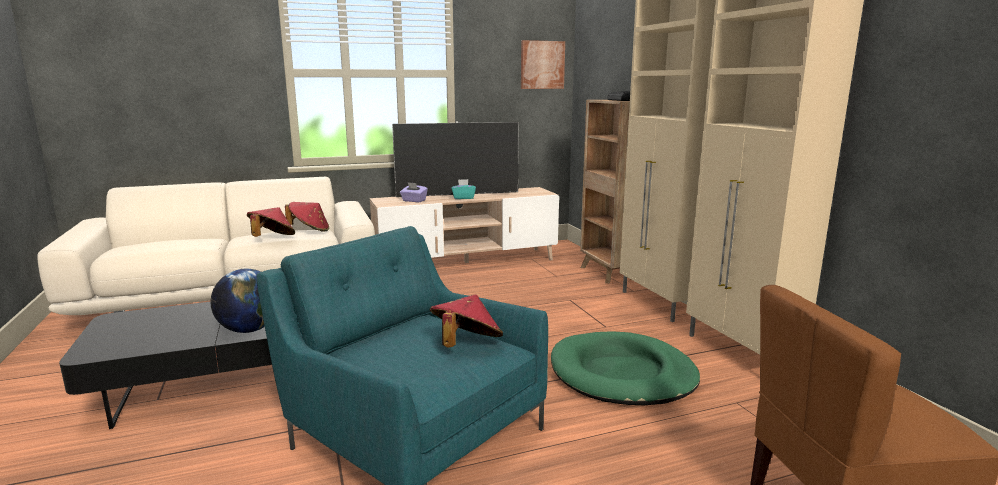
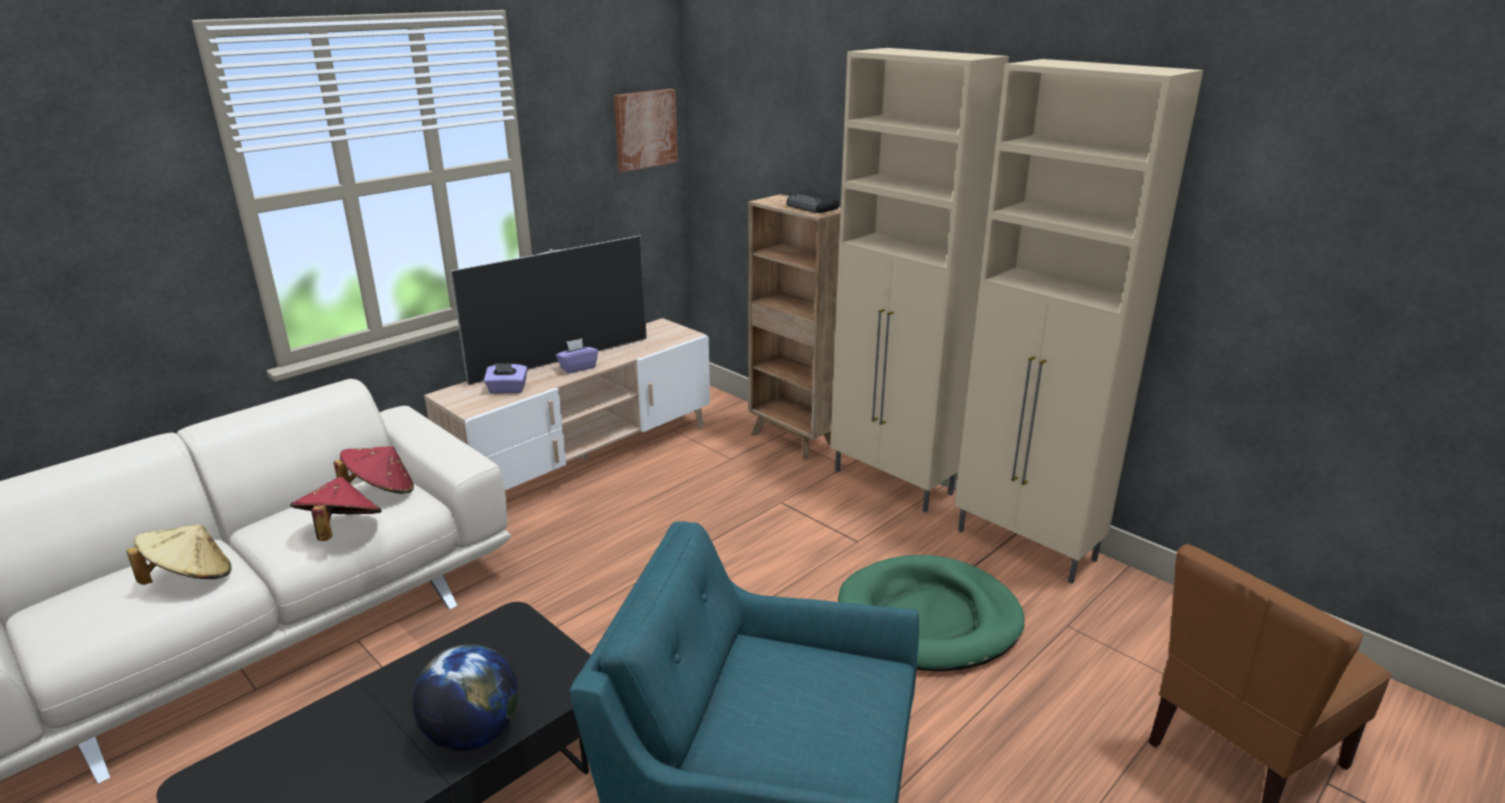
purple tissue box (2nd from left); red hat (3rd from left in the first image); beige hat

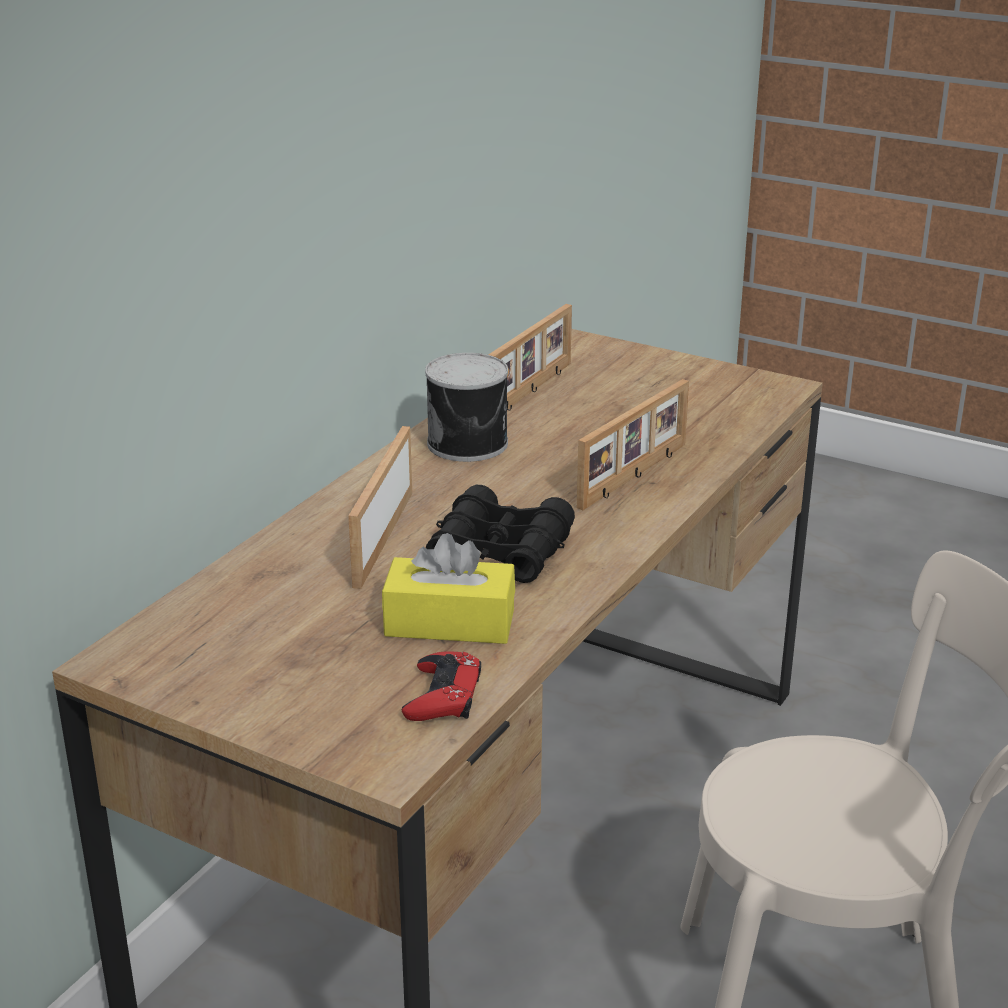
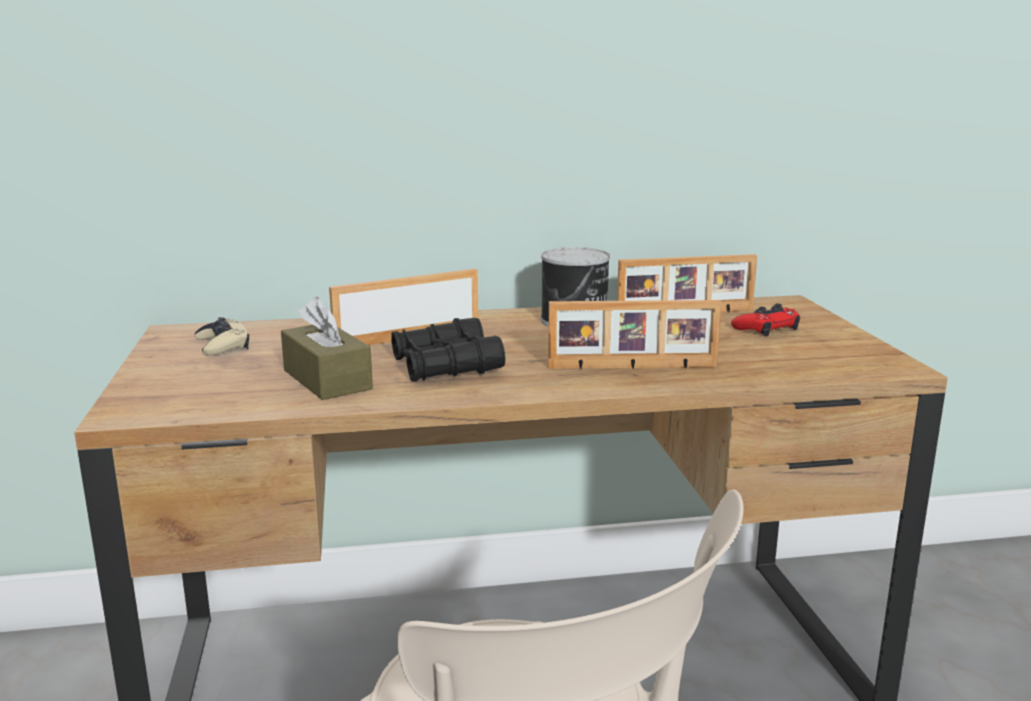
brown tissue box; red game controller; beige game controller

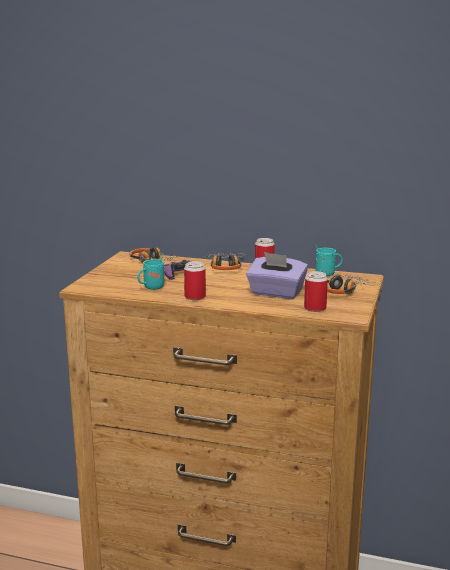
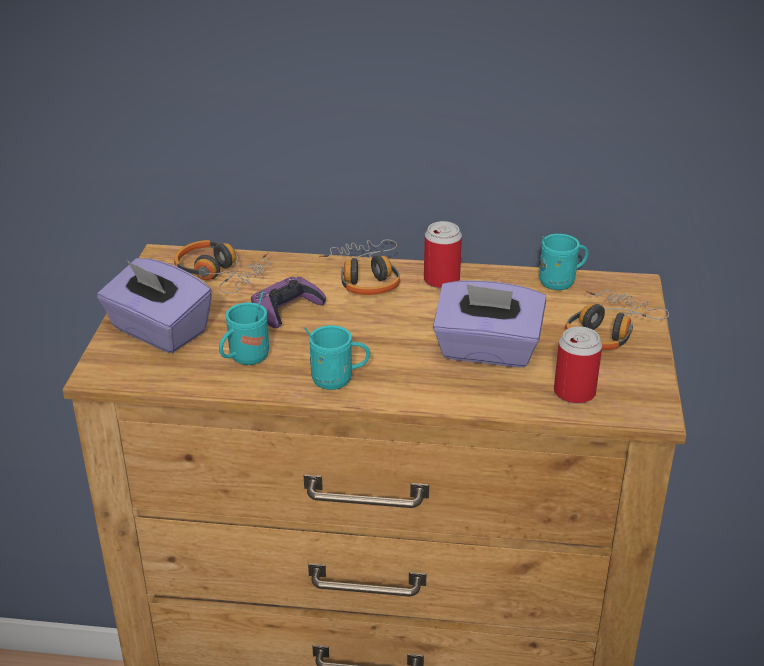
turquoise mug (2nd from left); purple tissue box (1st from left)

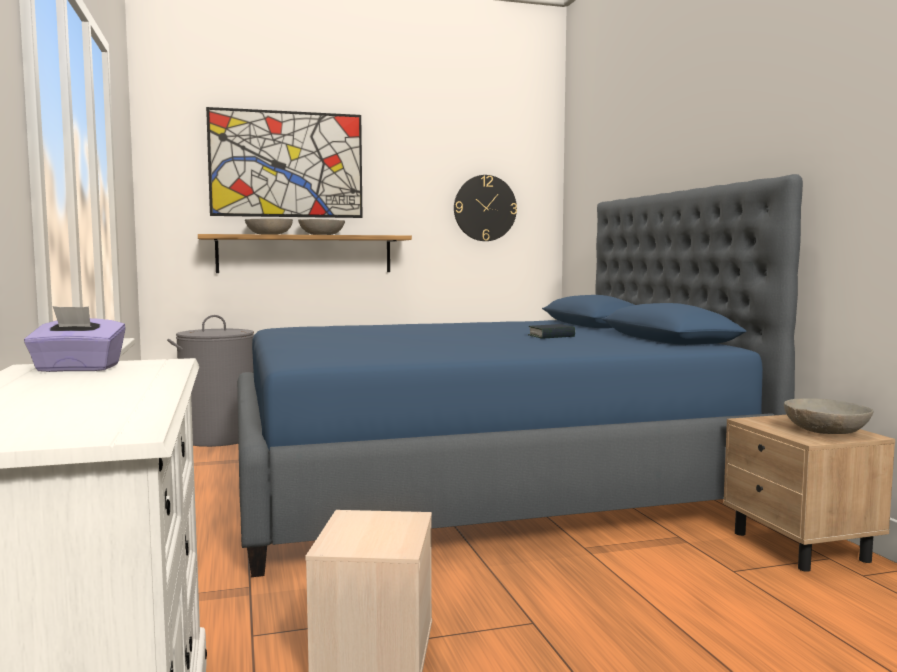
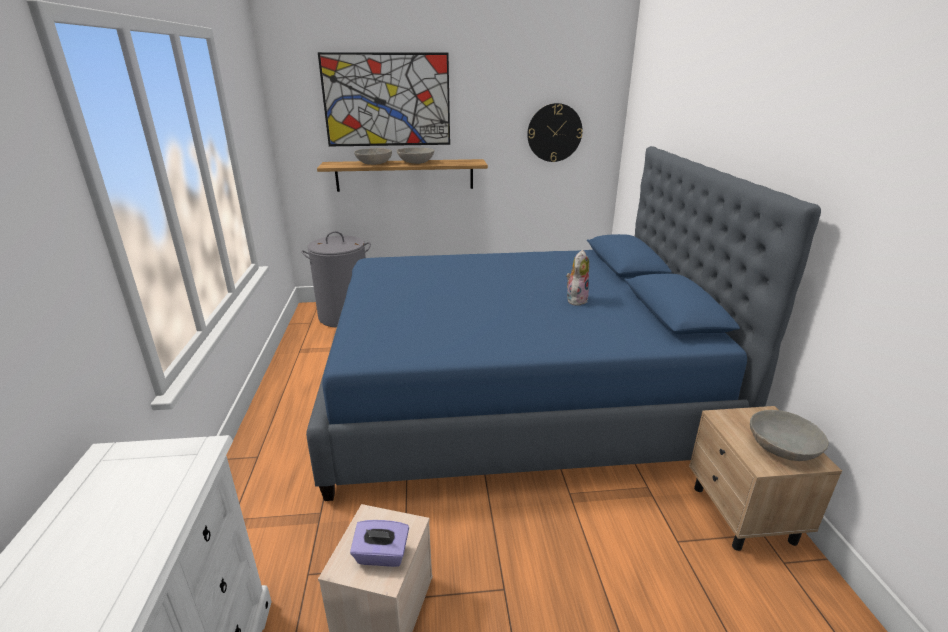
purple tissue box; plush toy

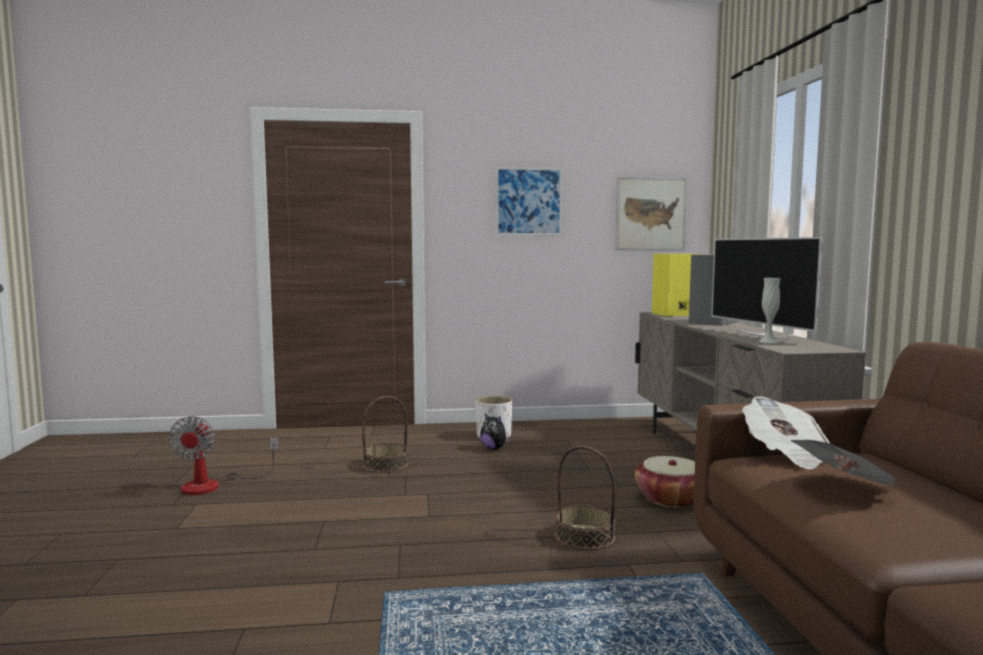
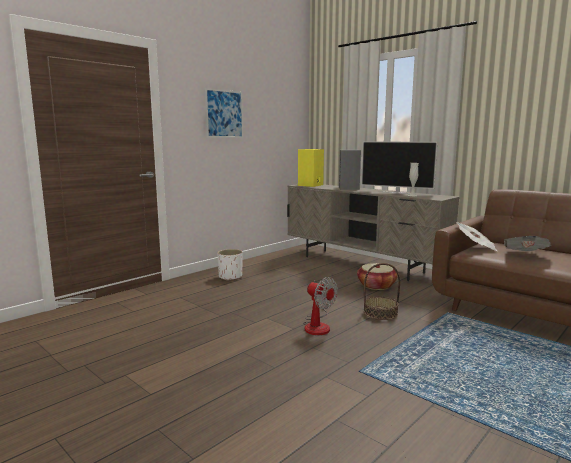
picture (2nd from left in the first image); basket (1st from left in the first image); plush toy; fan

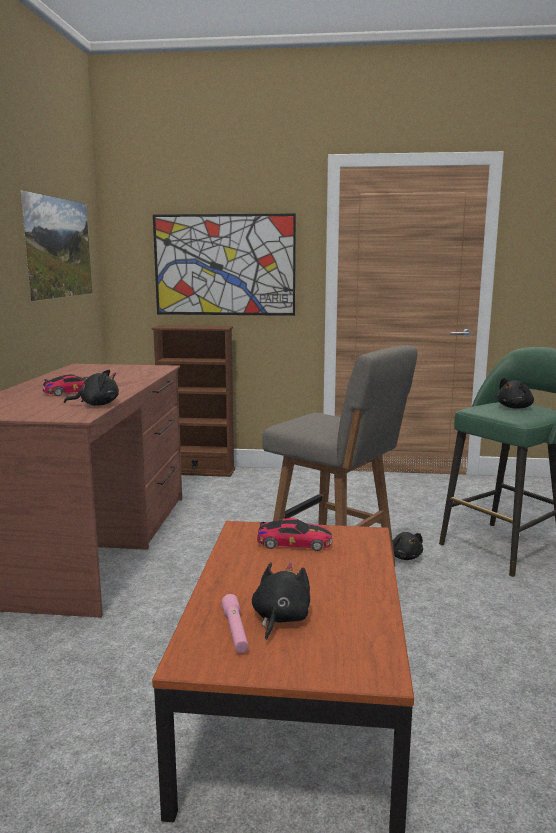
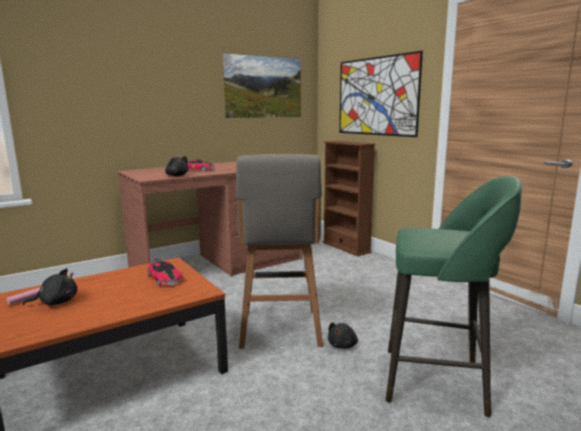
black plush toy (4th from left in the first image)

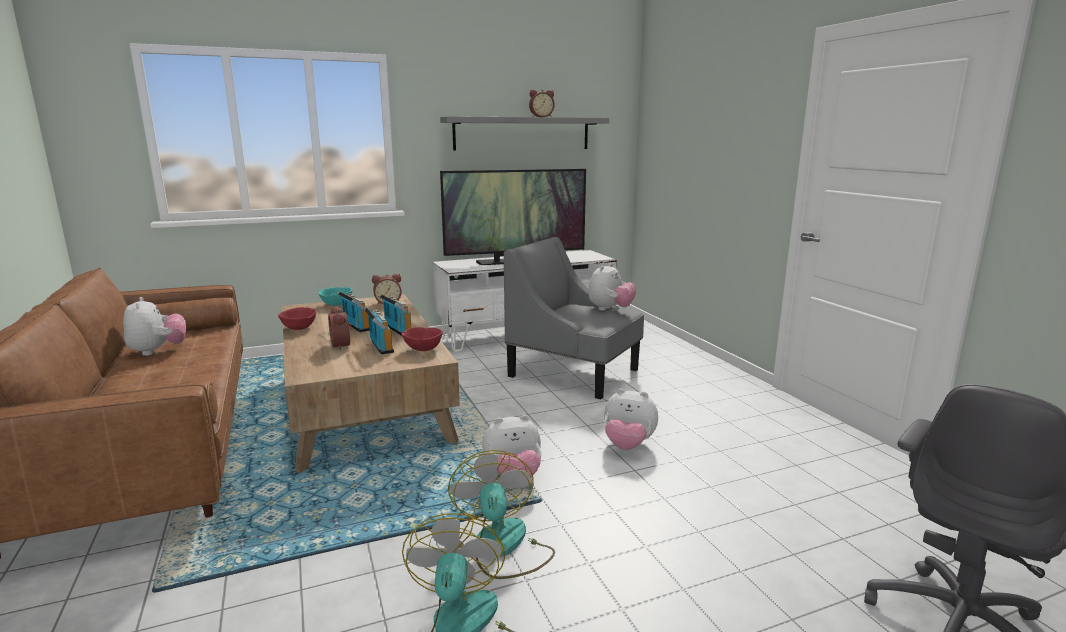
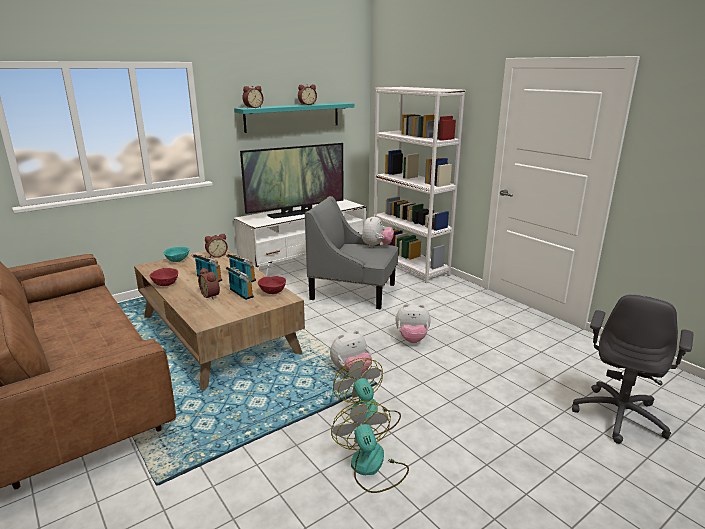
turquoise shelf; plush toy (1st from left in the first image); alarm clock (3rd from left); white bookcase

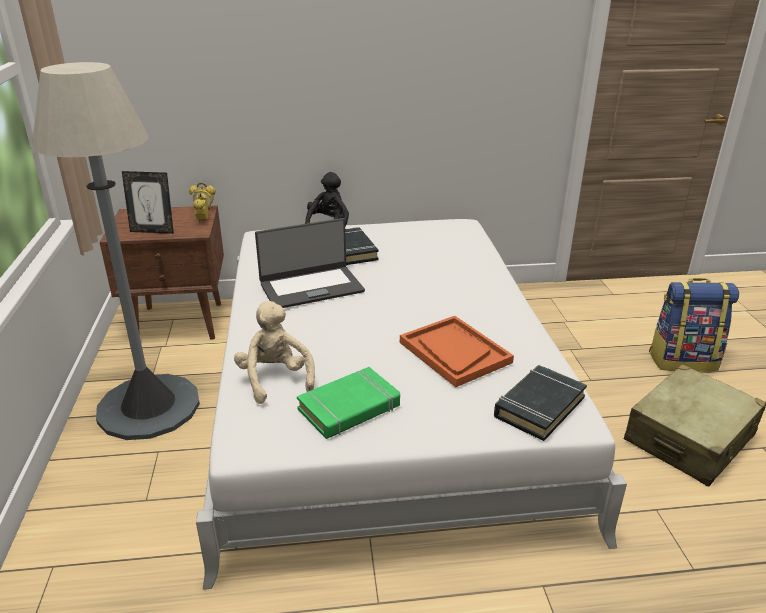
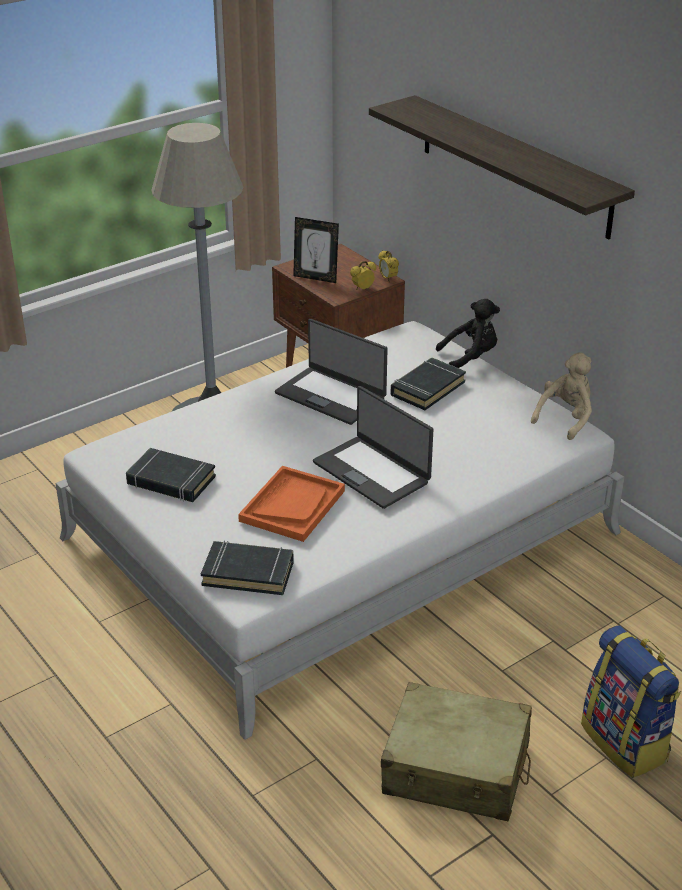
picture frame; beige plush toy; black book (1st from left); shelf; laptop (2nd from left)

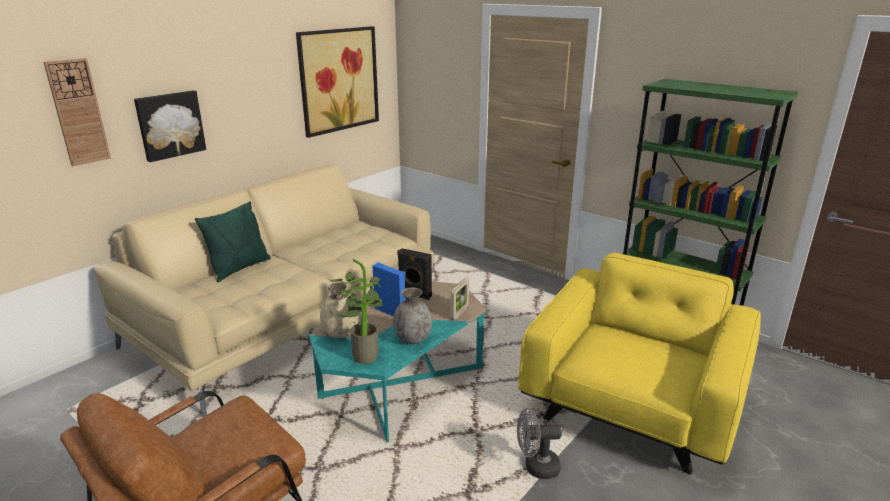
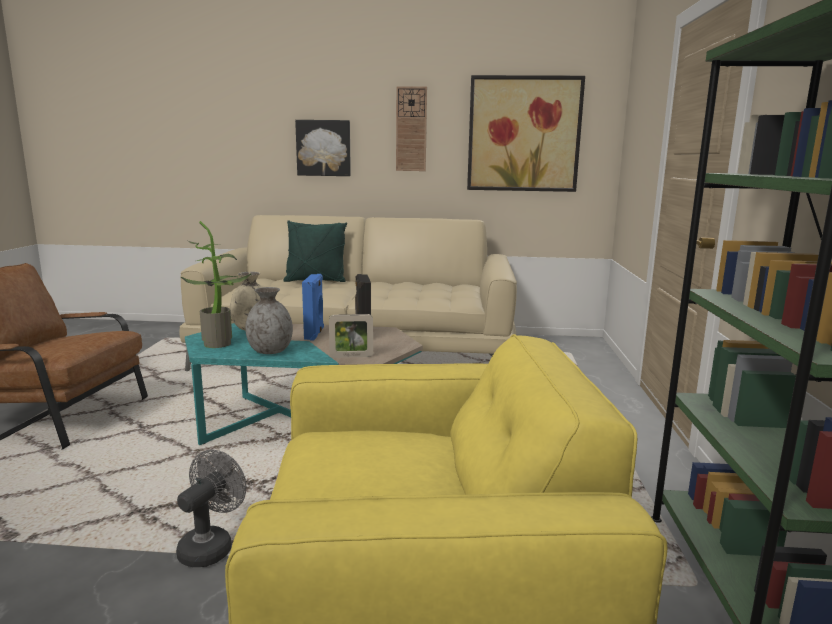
wall clock; grey fan

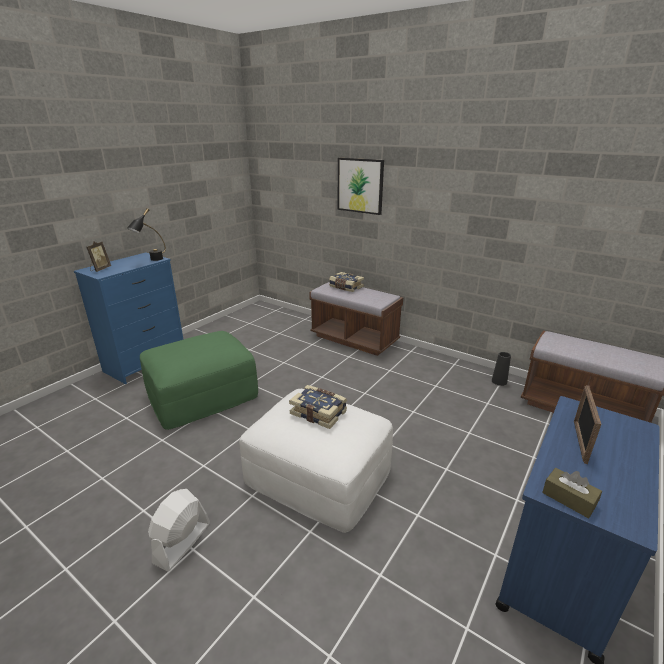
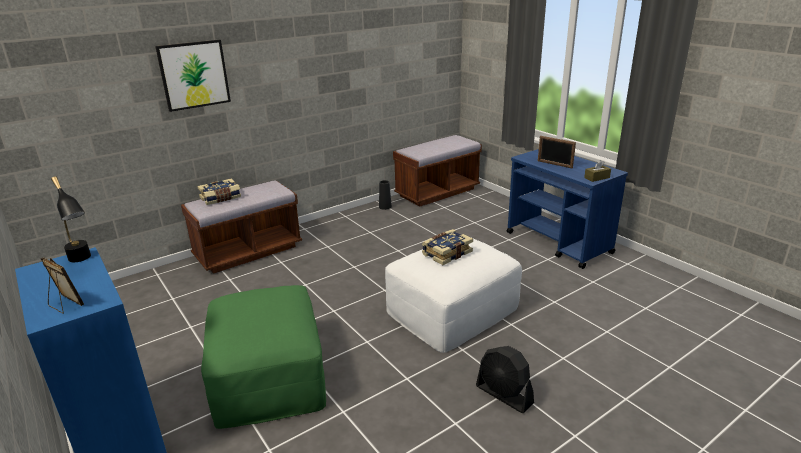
black fan

